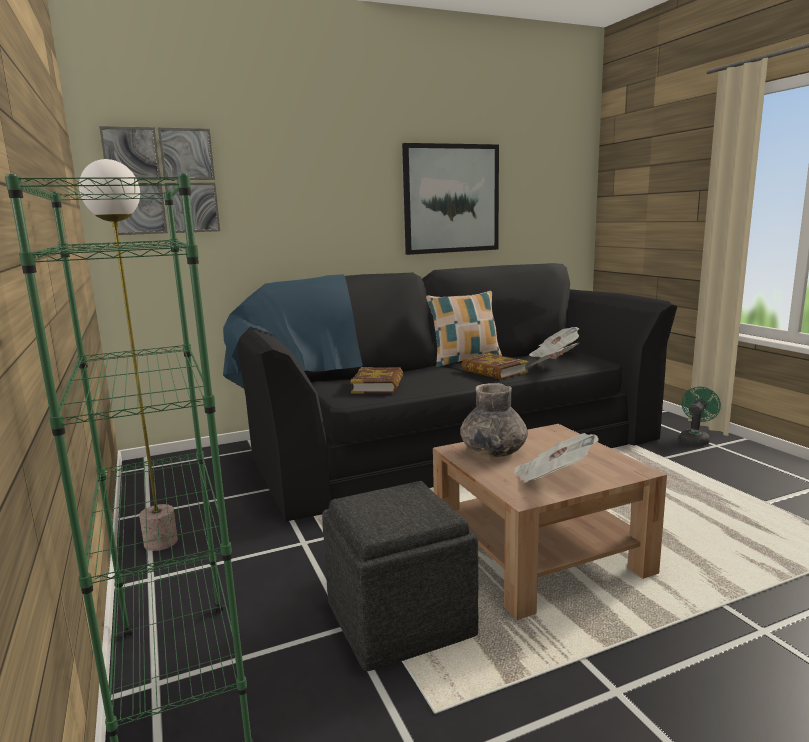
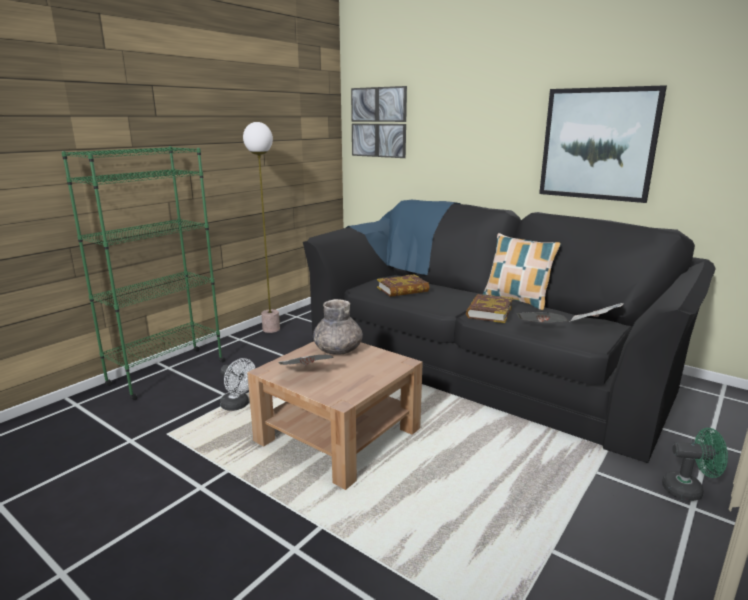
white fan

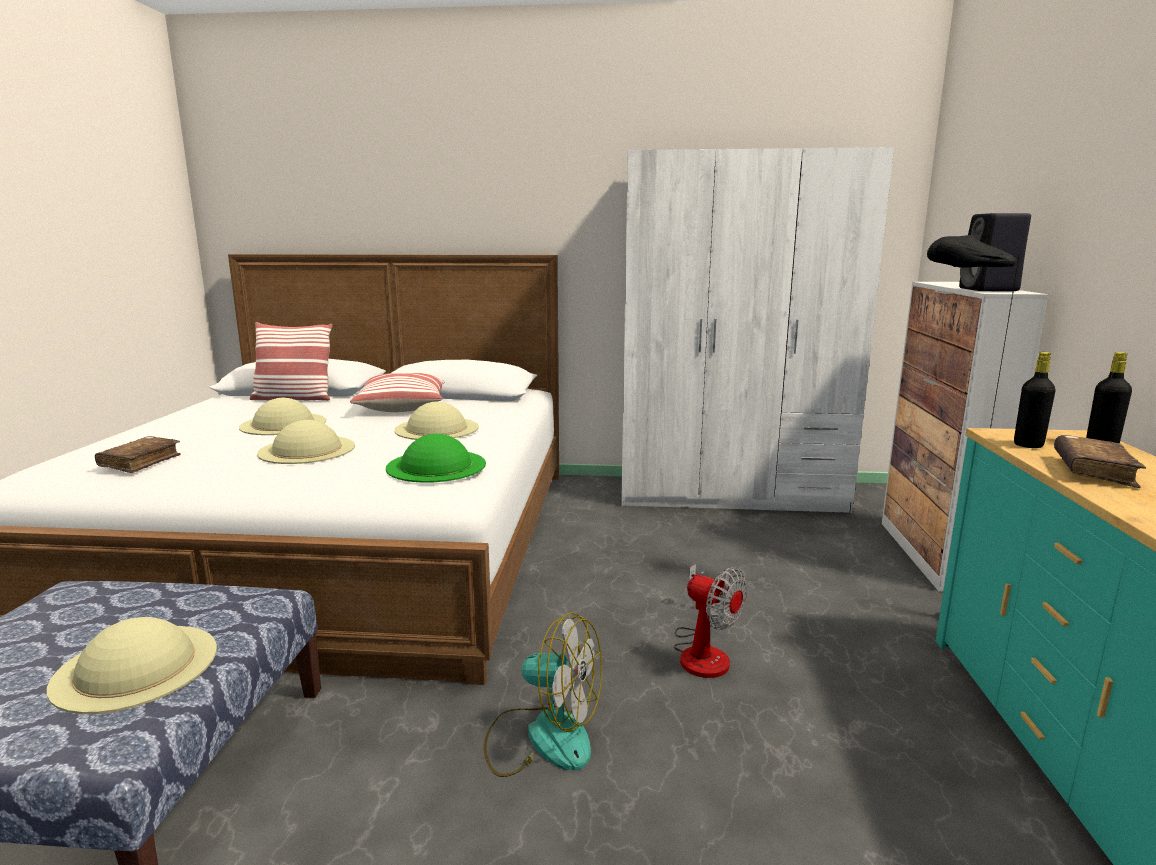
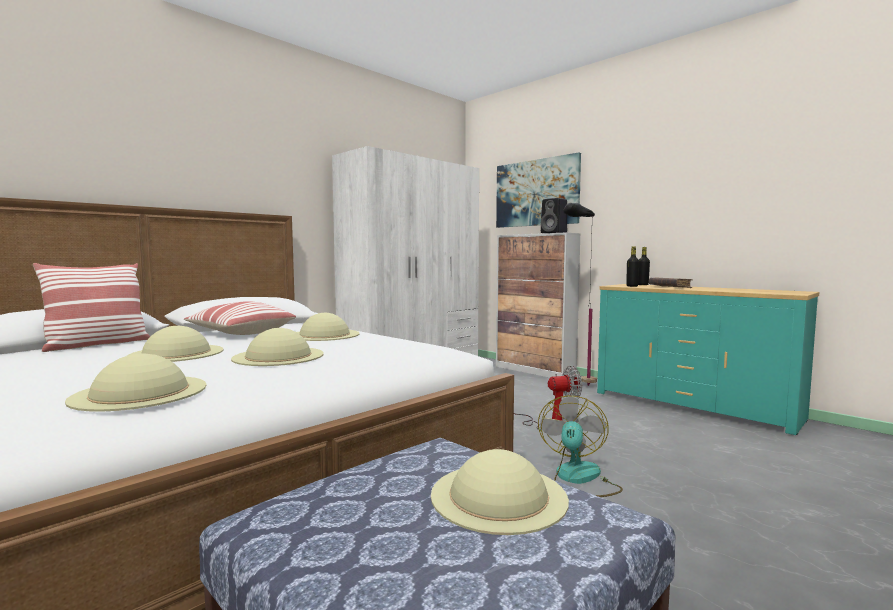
green hat; beige hat (1st from left); fan (2nd from left); picture

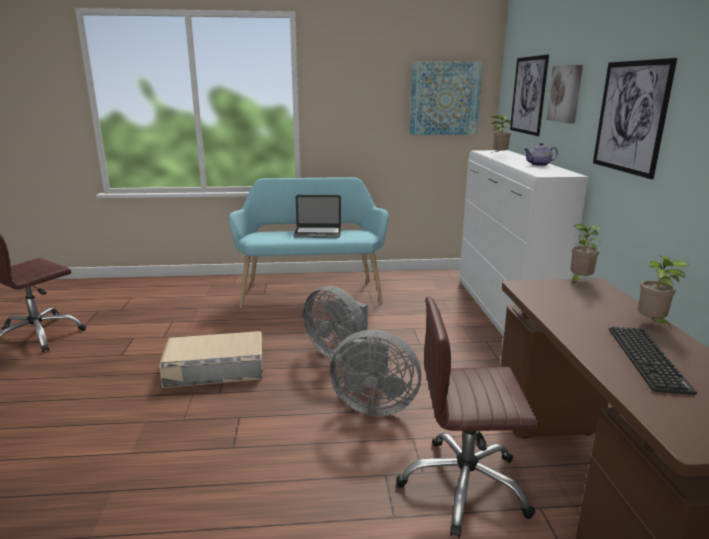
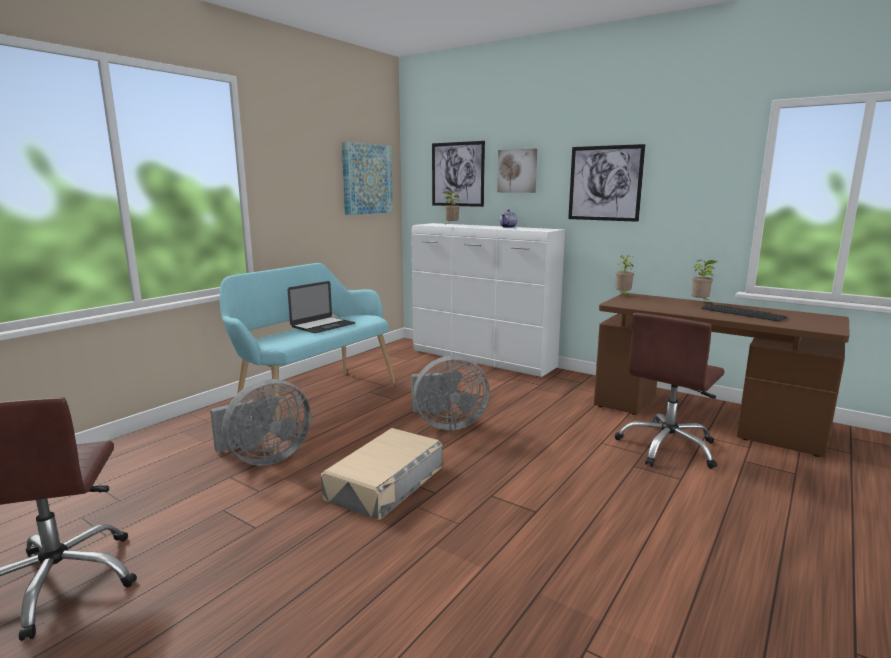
grey fan (1st from left)

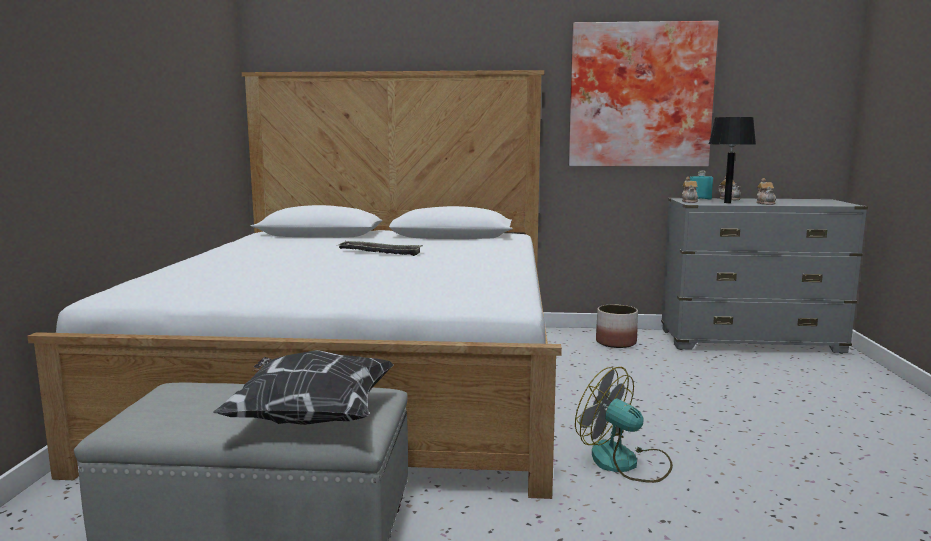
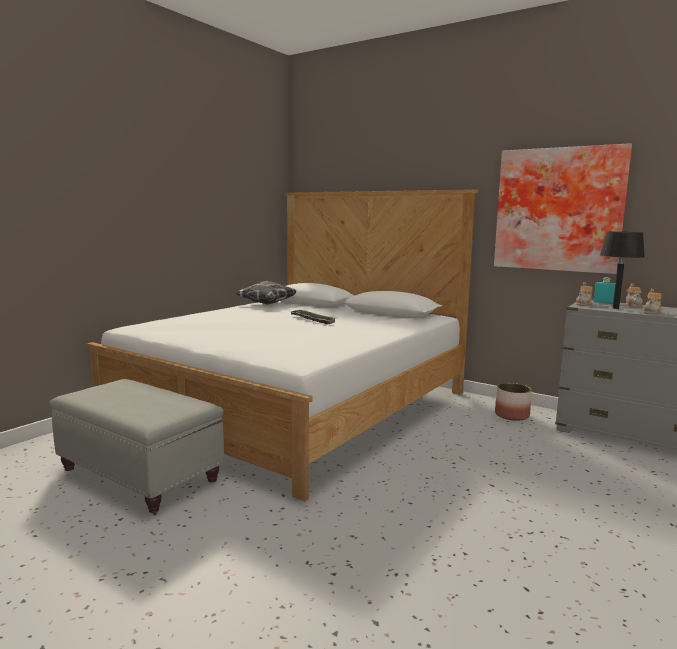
pillow; fan

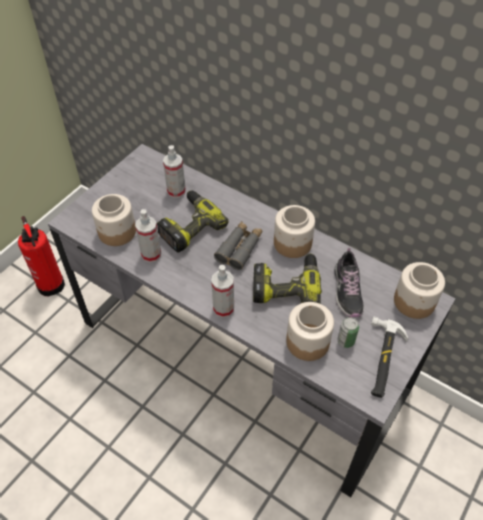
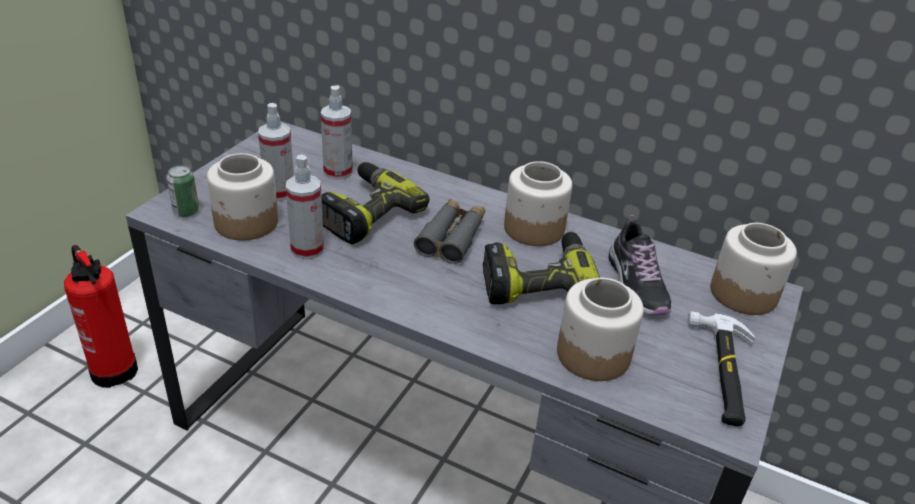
spray bottle (1st from left); can

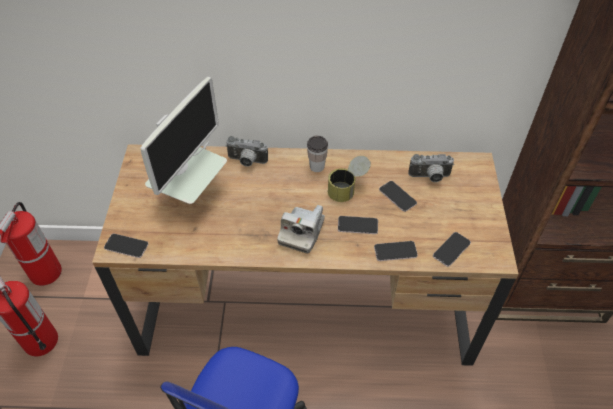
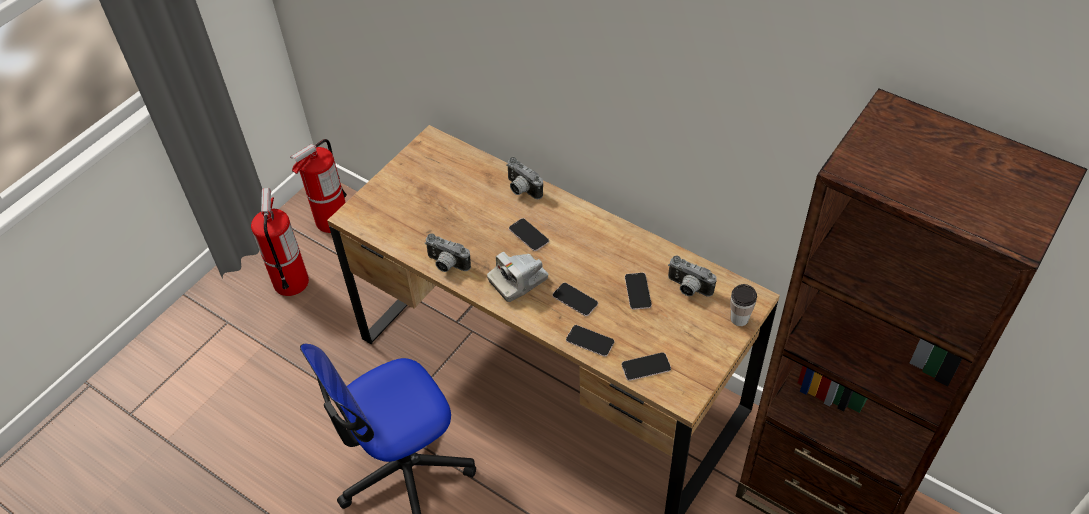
monitor; cup; can; phone (1st from left); photo camera (1st from left)

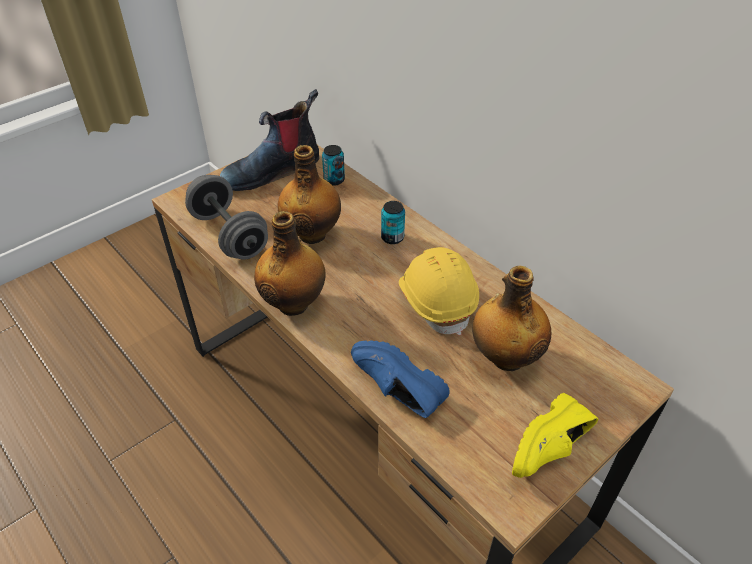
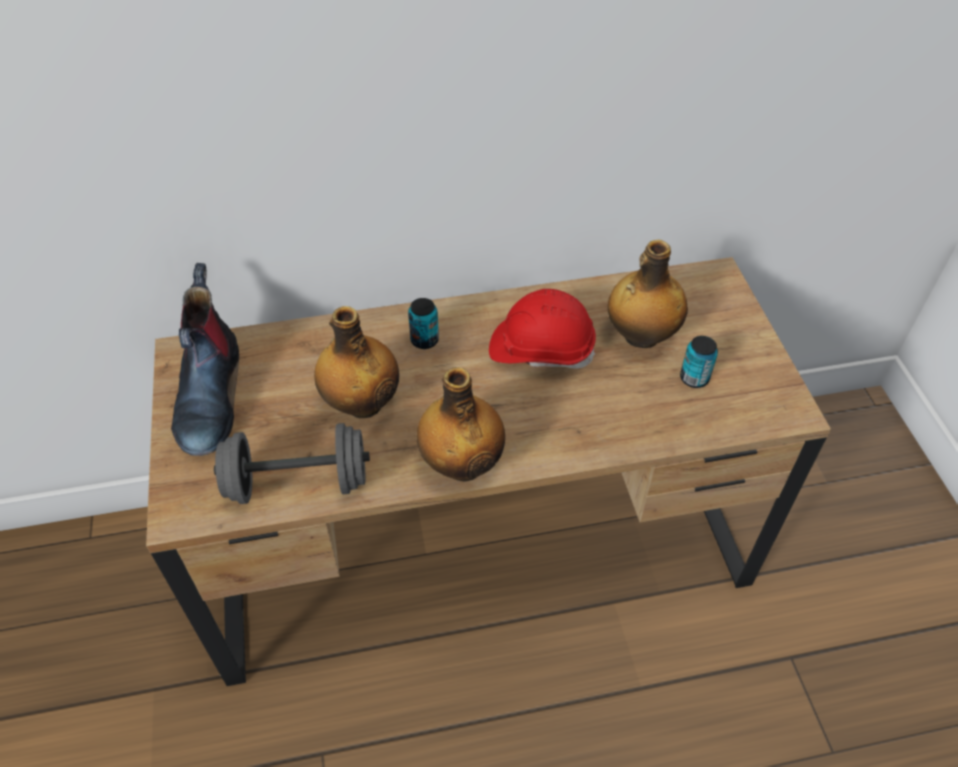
can (2nd from left); red hard hat; blue shoe; yellow shoe

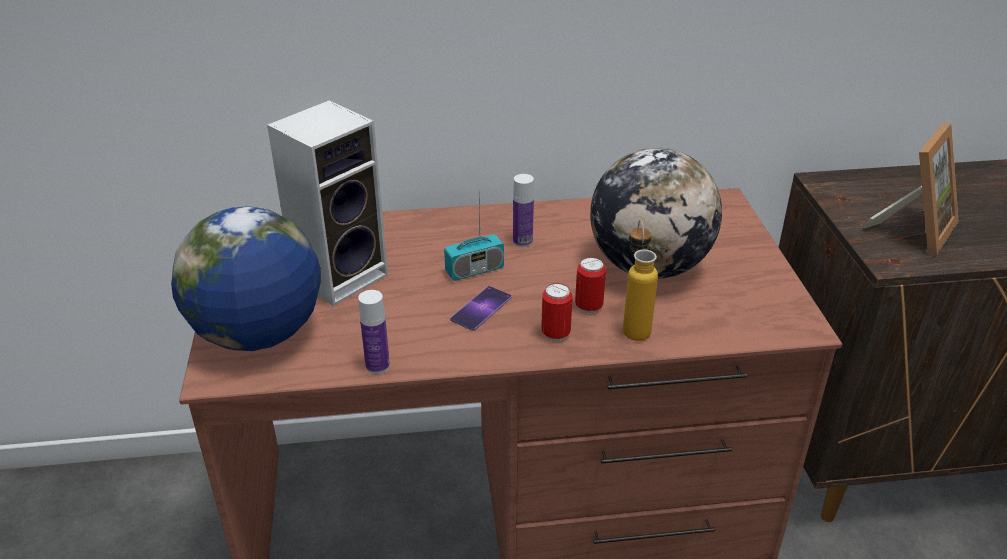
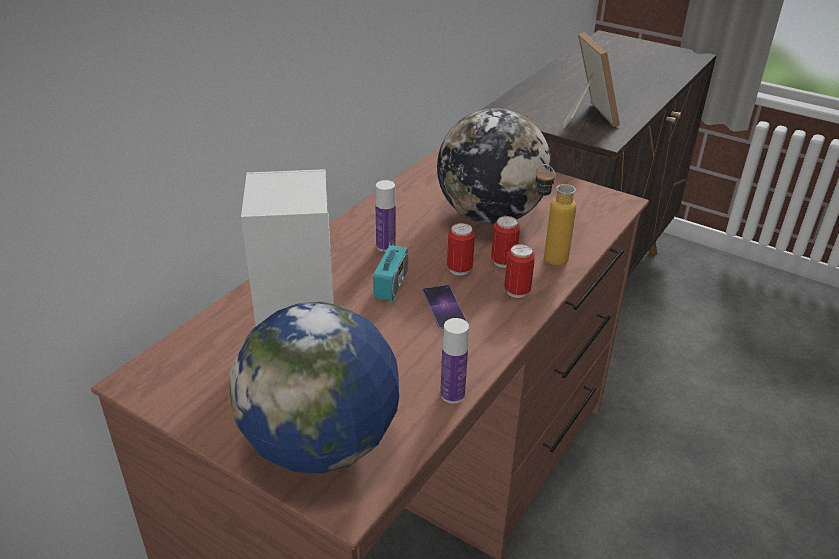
can (1st from left)

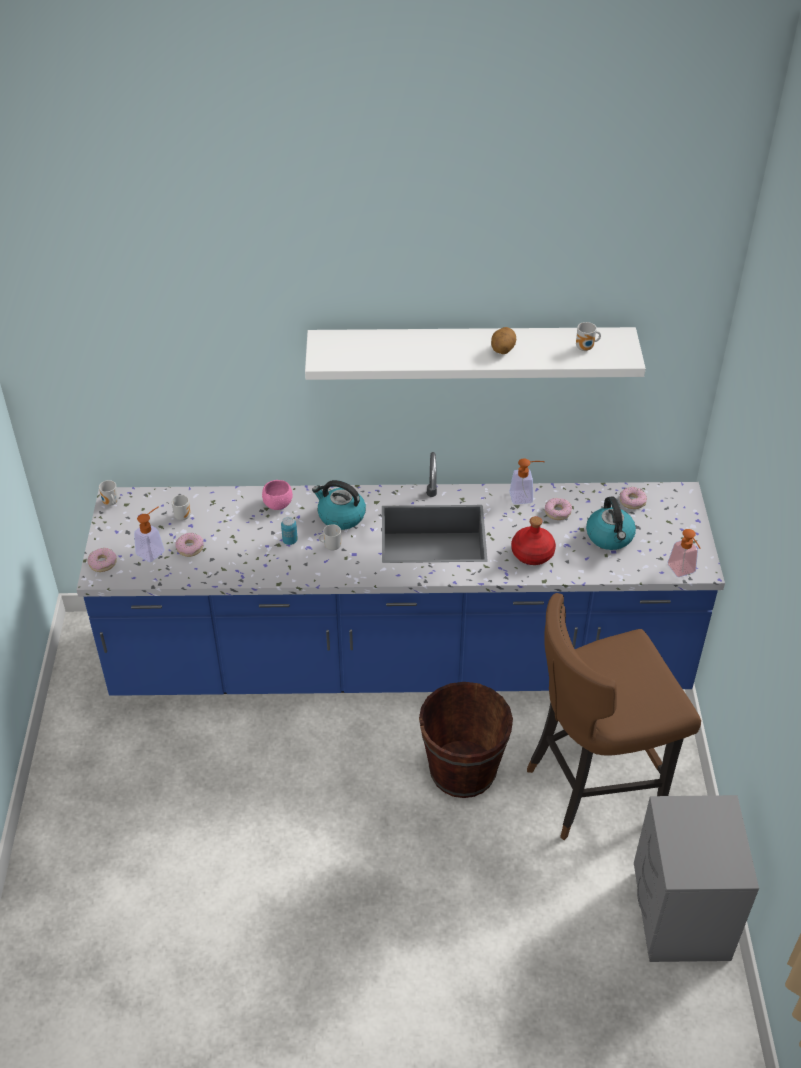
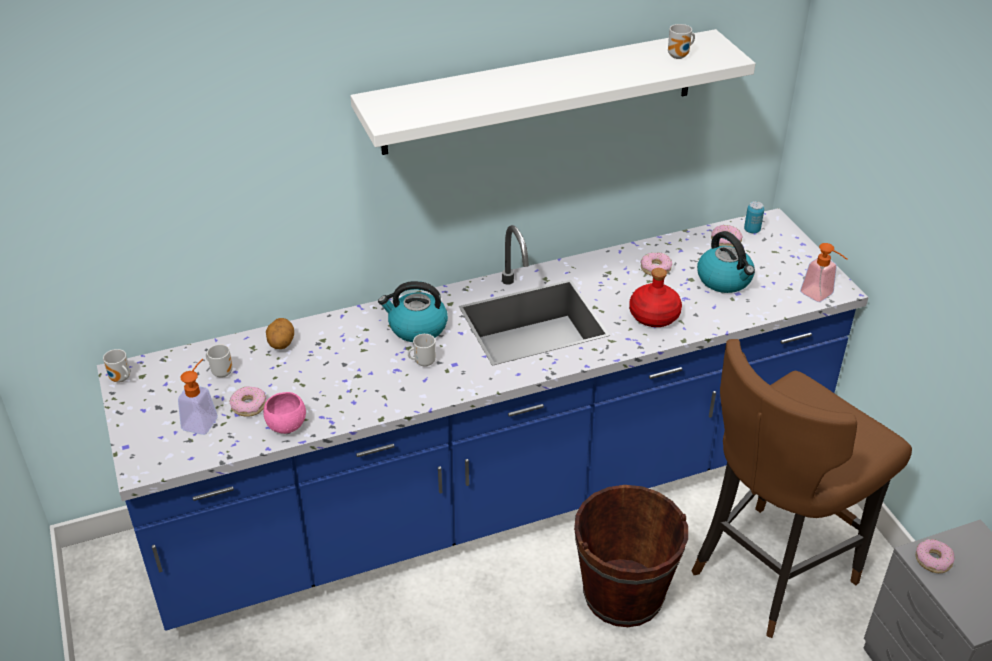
potato; soap dispenser (2nd from left in the first image); pink bowl; can; donut (4th from left)

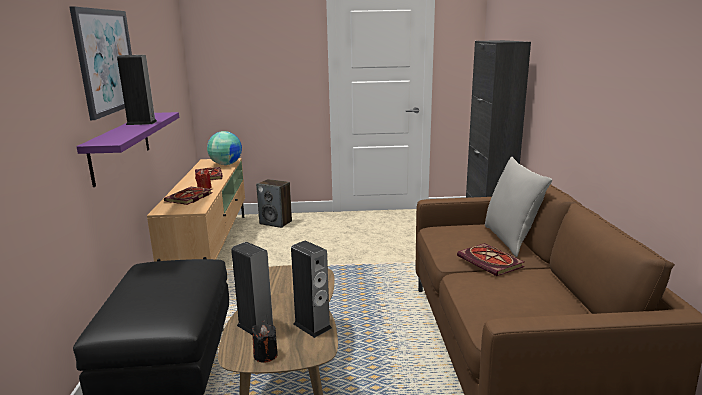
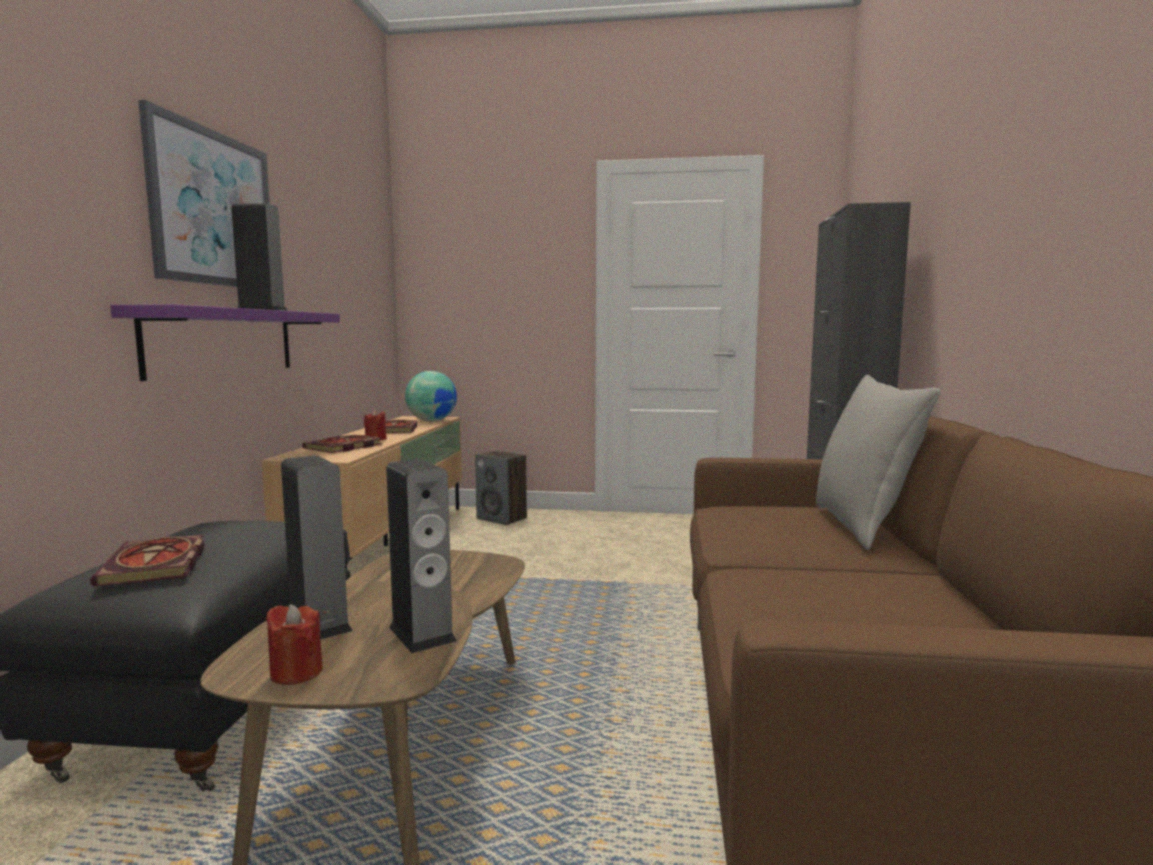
book (1st from left); red candle (1st from left)

